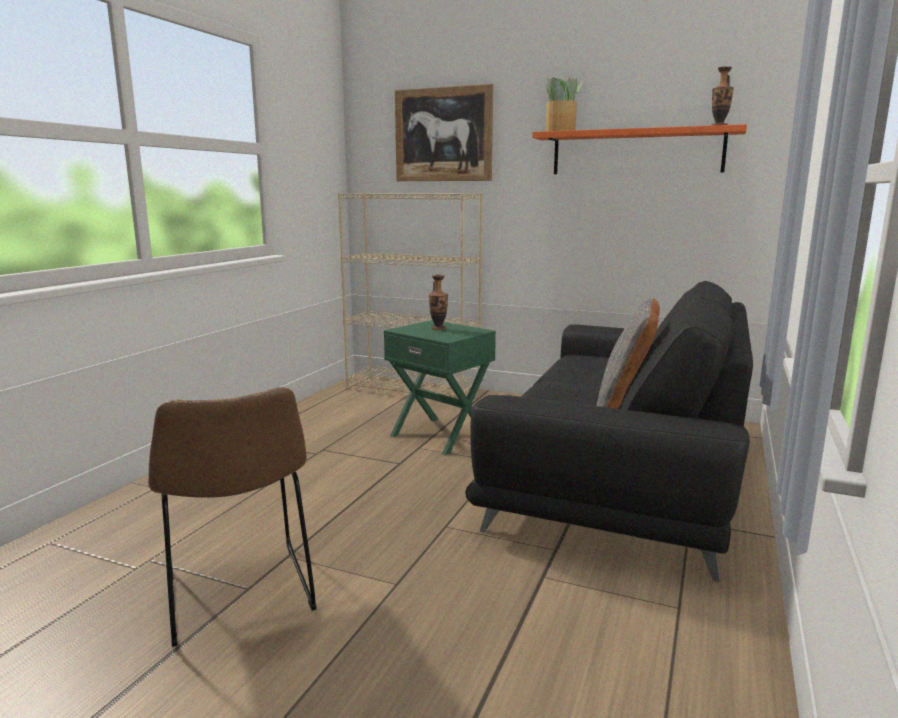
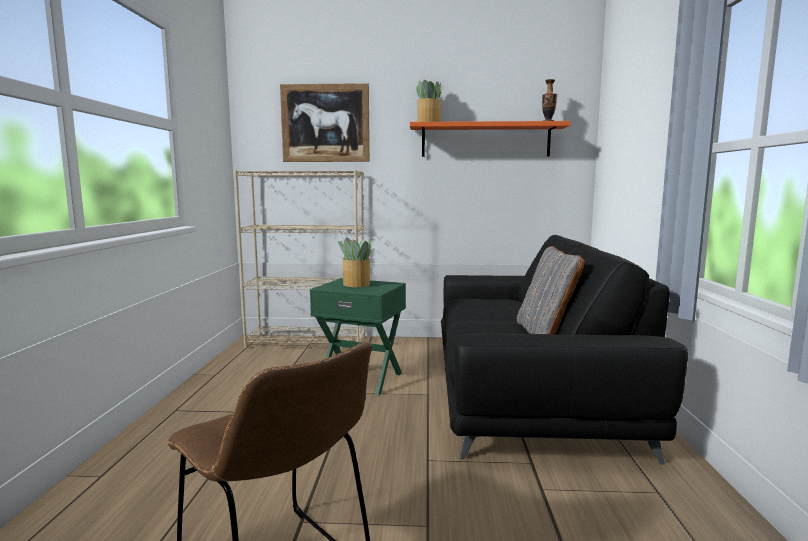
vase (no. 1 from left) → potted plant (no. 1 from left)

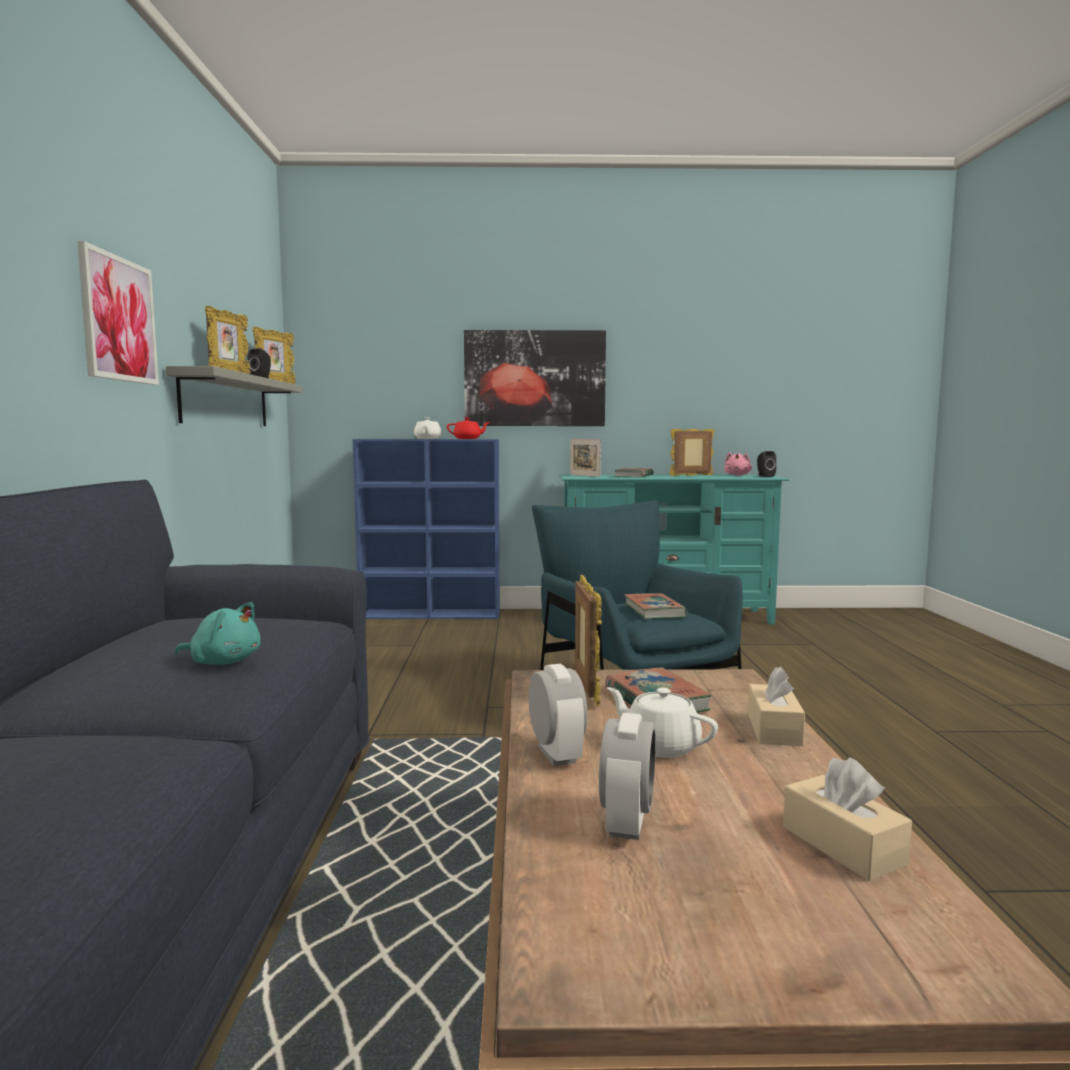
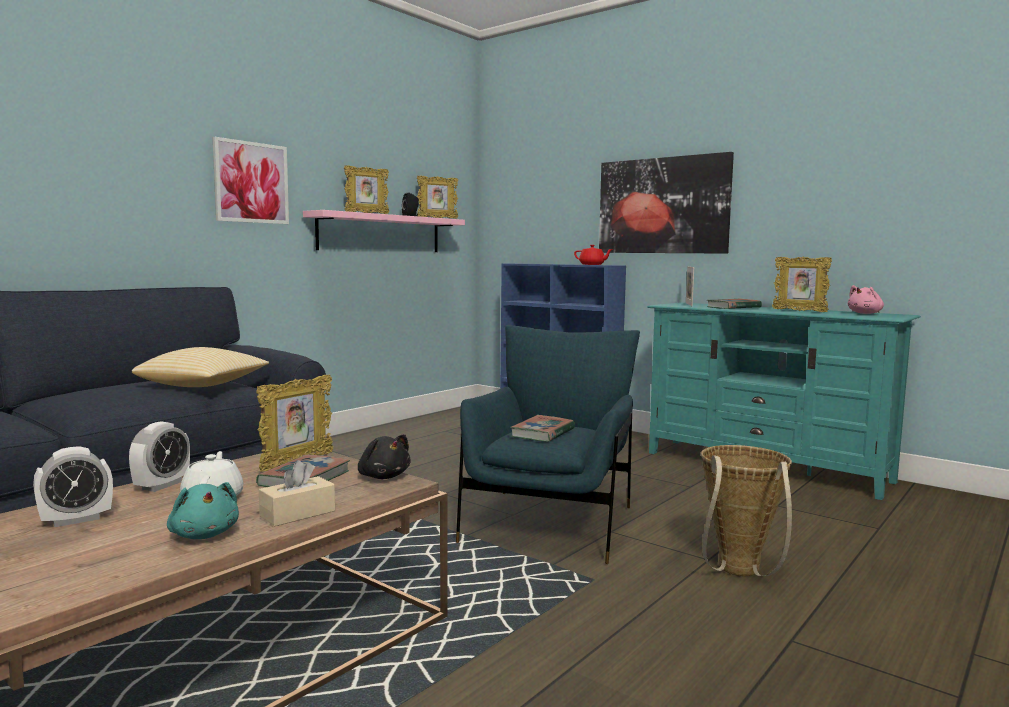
grey shelf → pink shelf
turquoise plush toy, relocated
white teapot (no. 1 from left) → -
picture frame (no. 5 from left), 150 degrees counterclockwise
black speaker (no. 2 from left) → -
beige tissue box (no. 2 from left) → -
- → pillow
- → black plush toy
- → basket

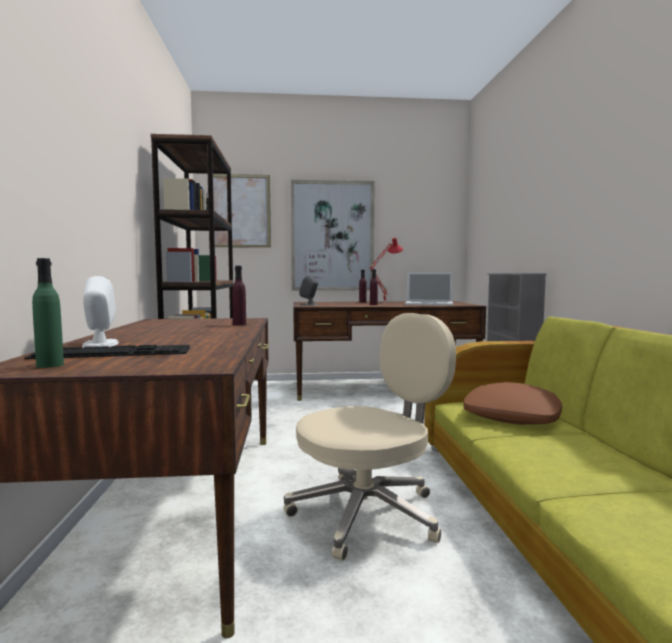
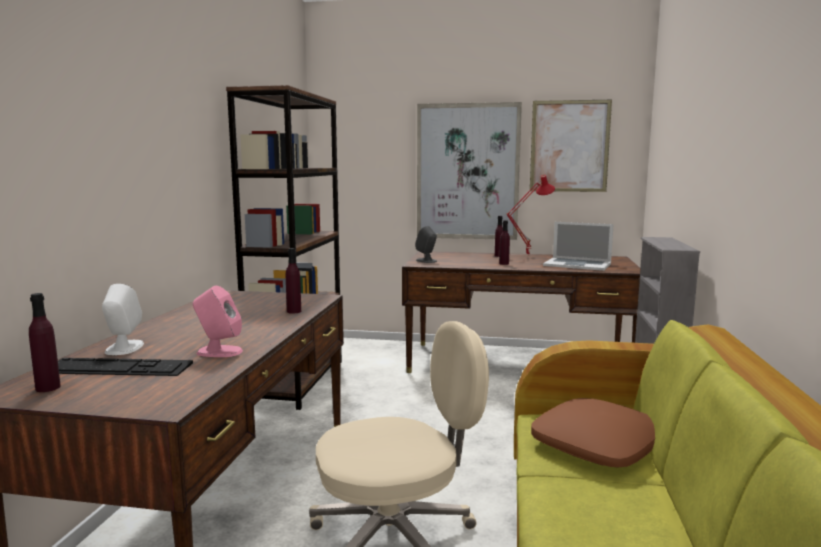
green bottle → purple bottle (no. 1 from left)
picture (no. 1 from left in the first image) → picture (no. 2 from left), relocated
- → pink speaker

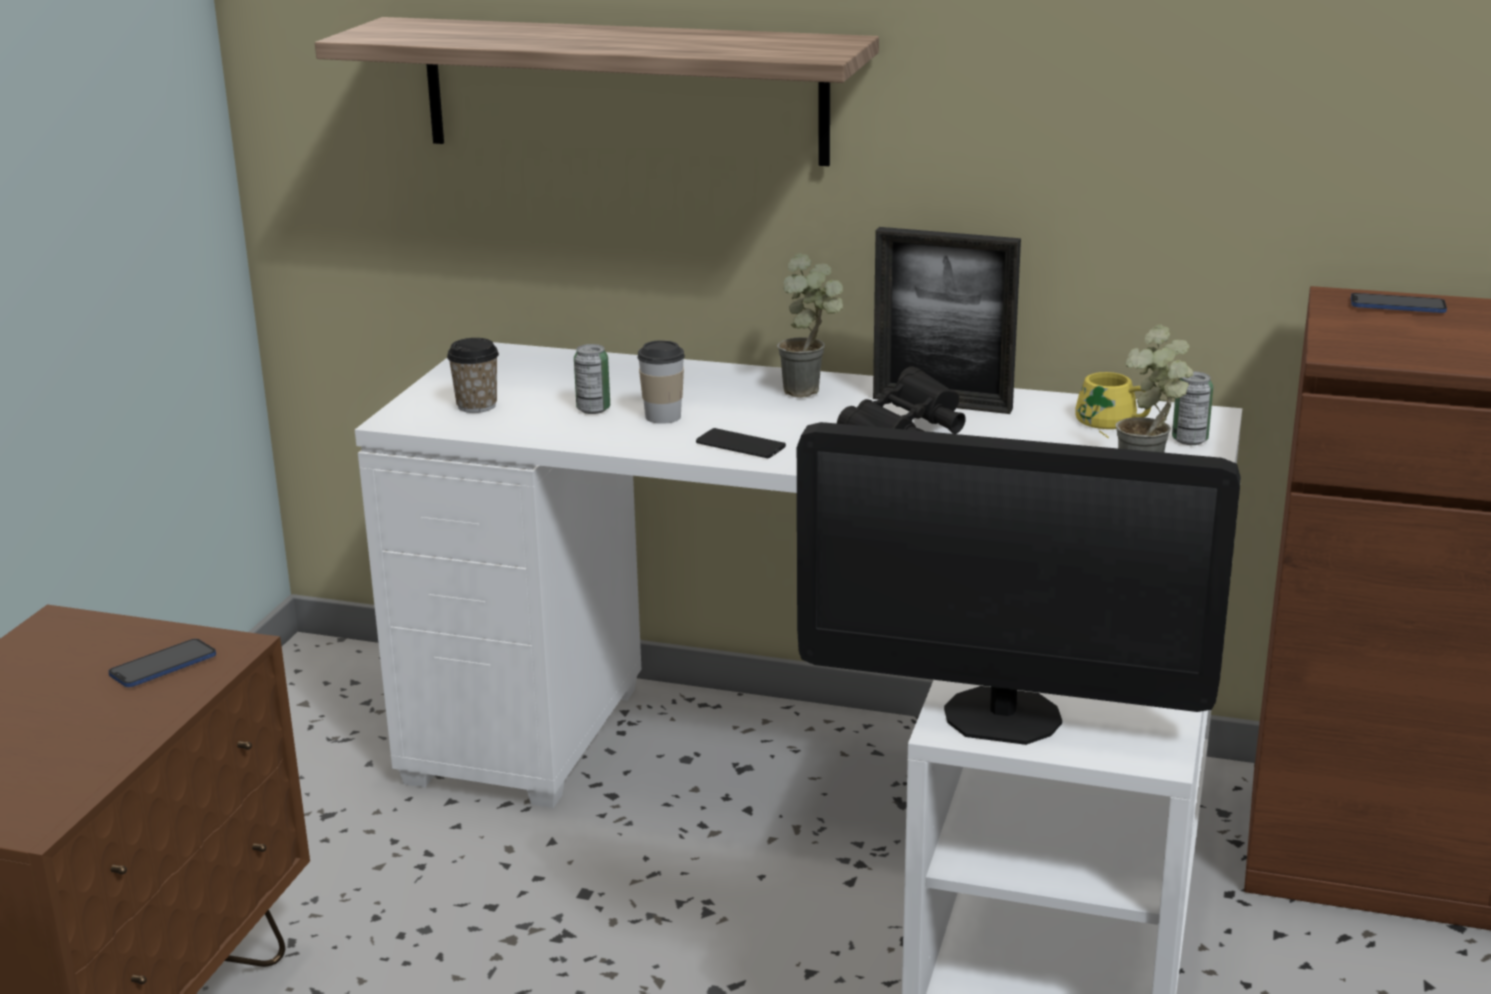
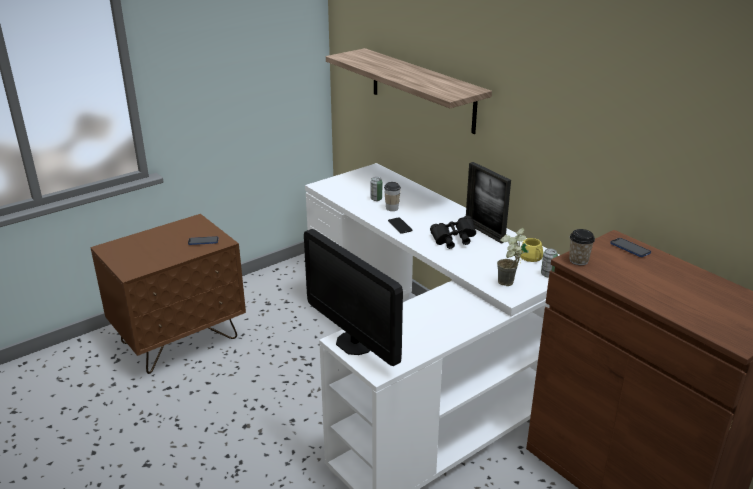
cup (no. 1 from left in the first image) → cup (no. 2 from left), relocated
potted plant (no. 1 from left) → -

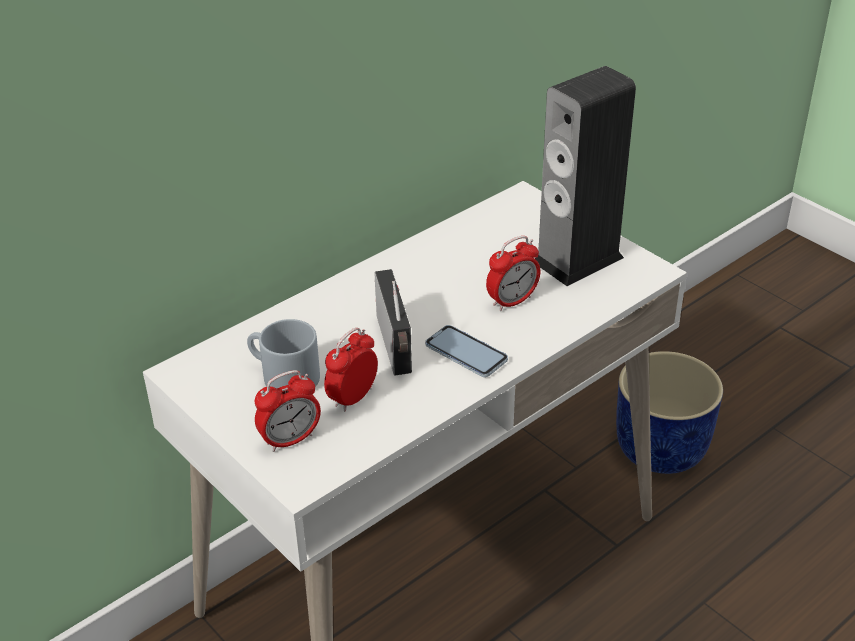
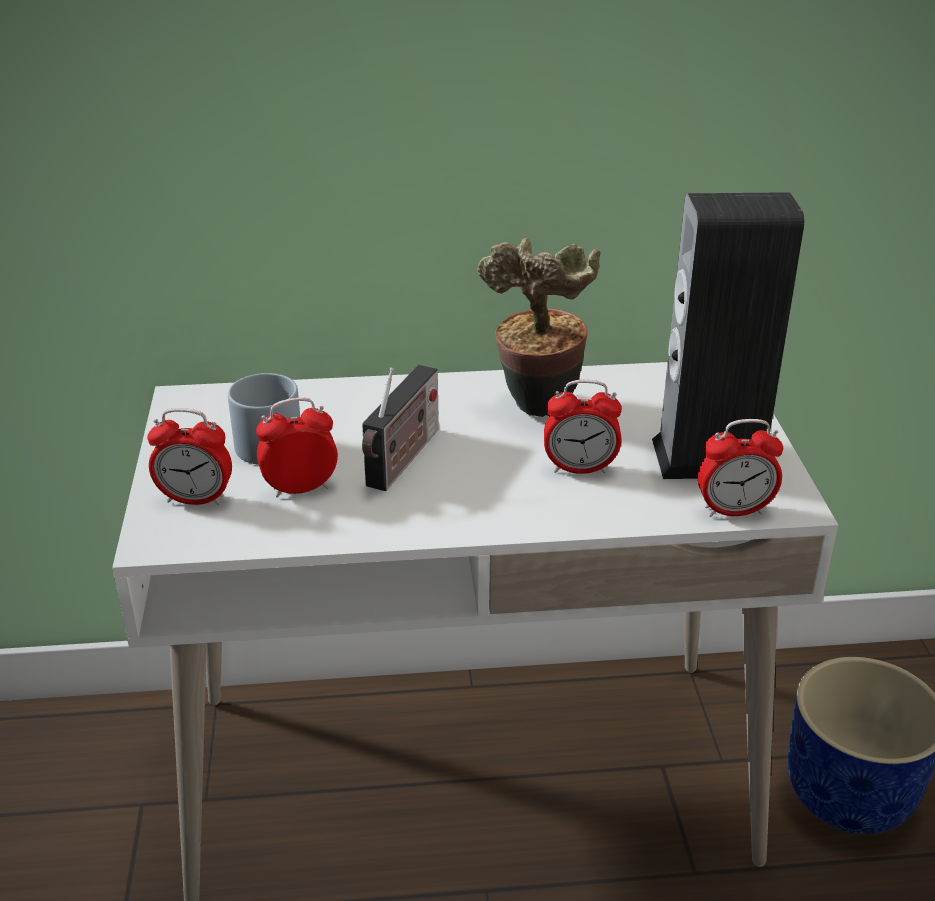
phone → -
- → potted plant
- → alarm clock (no. 4 from left)

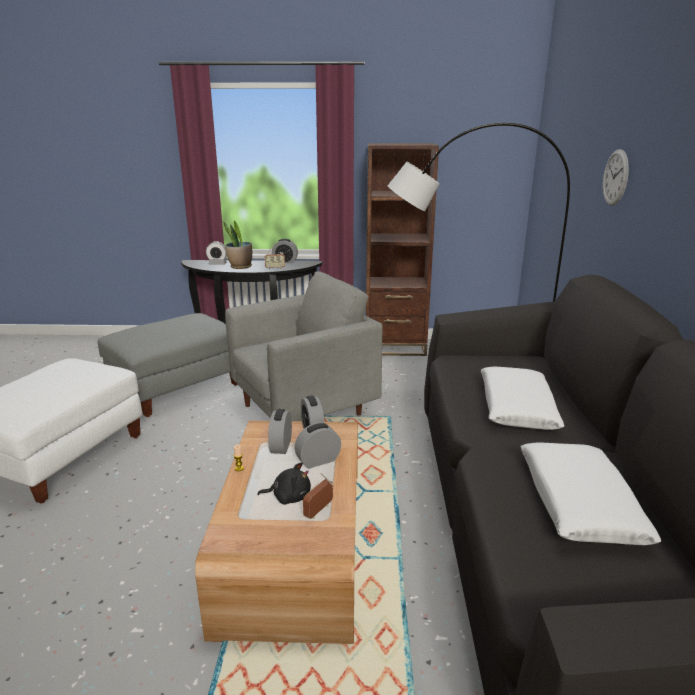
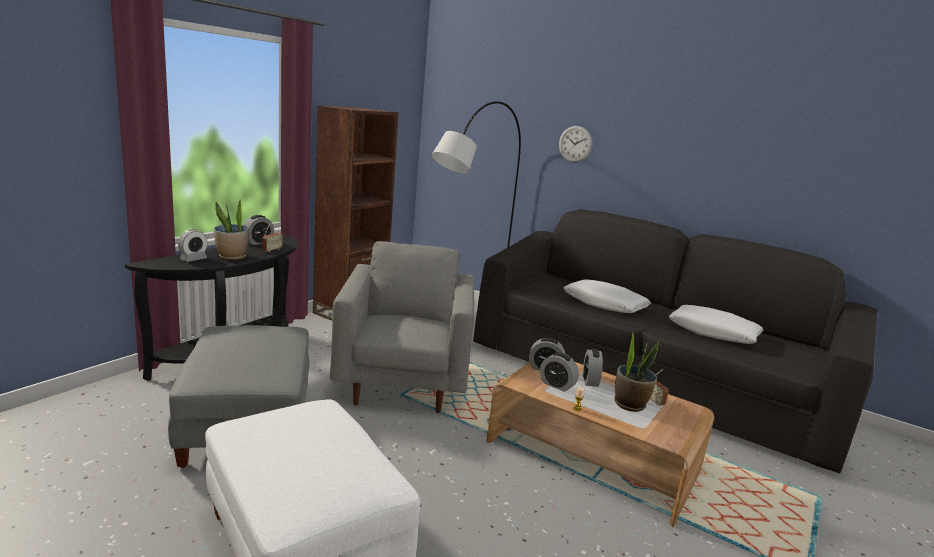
black plush toy → potted plant (no. 2 from left)

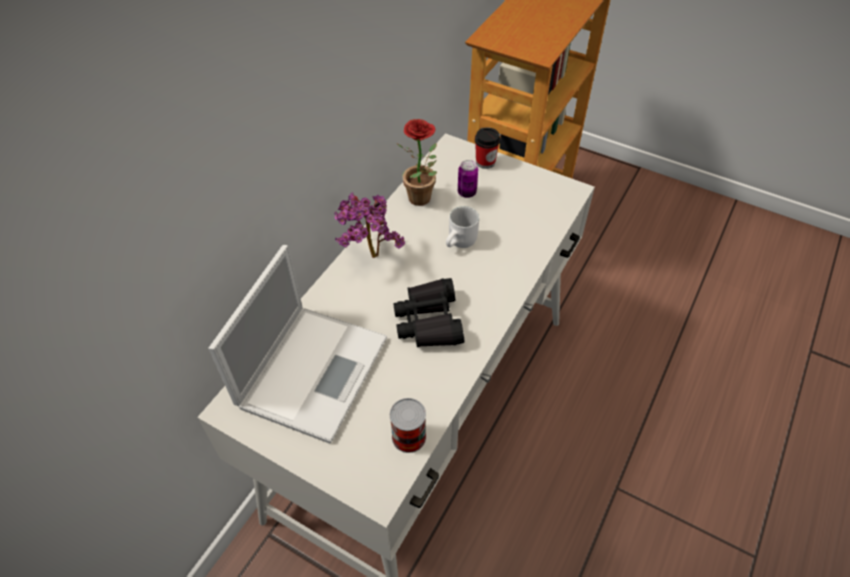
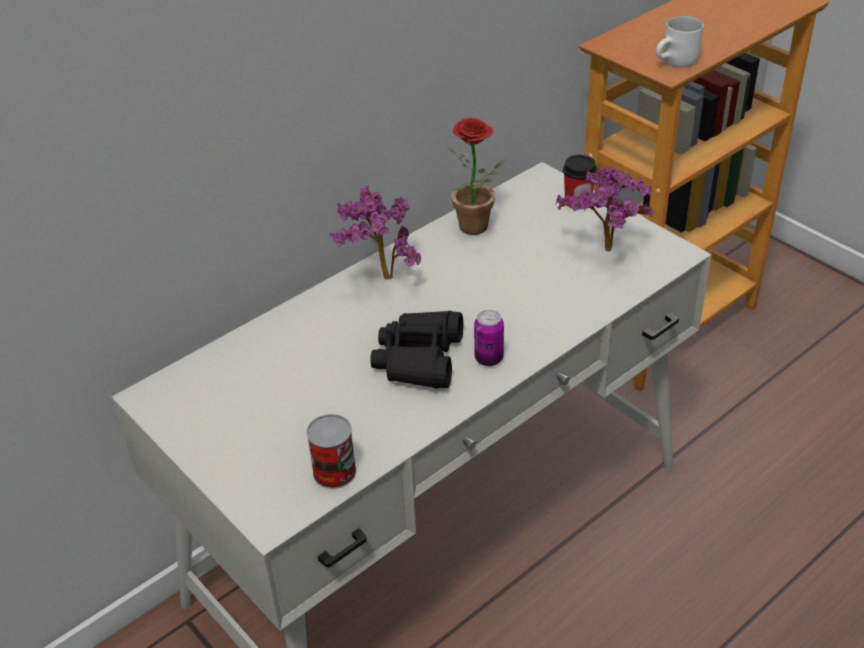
laptop → -
white mug, relocated
can (no. 2 from left), relocated
- → potted plant (no. 3 from left)

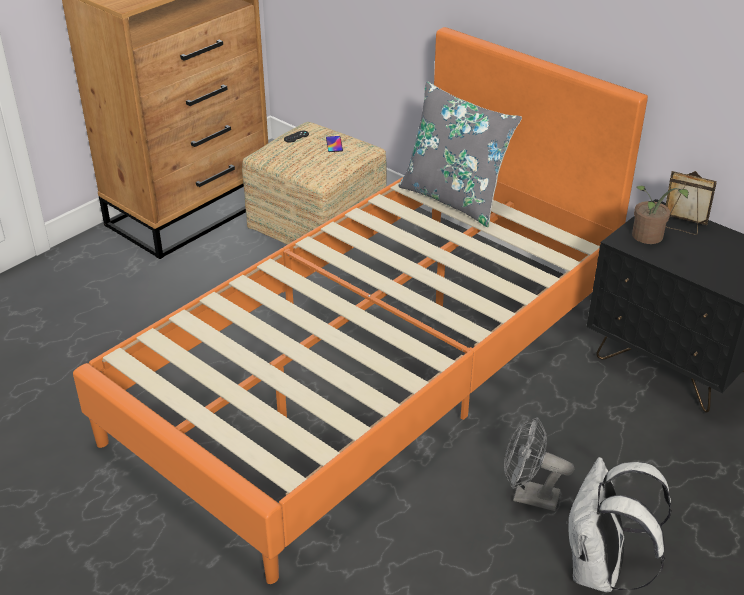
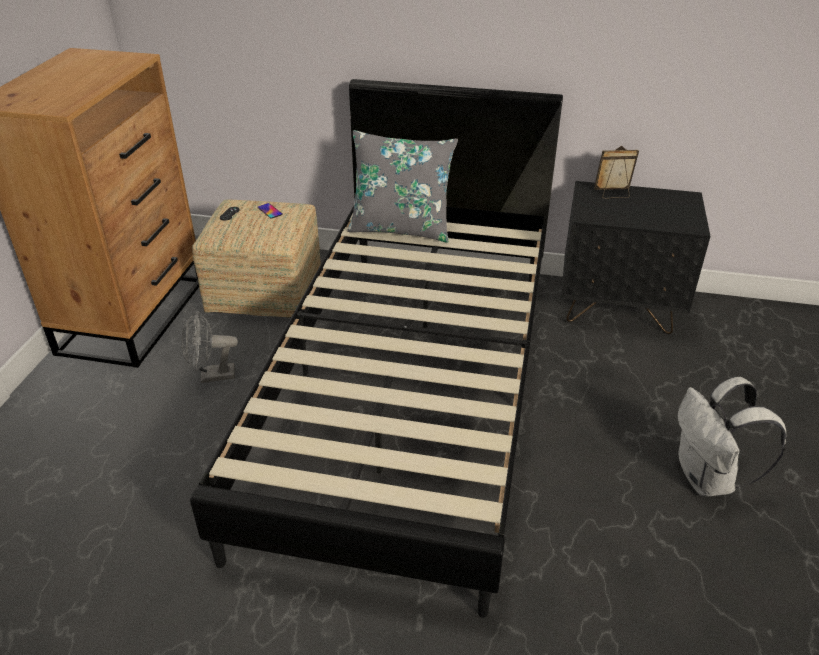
orange bed → black bed
grey fan, relocated
potted plant → -

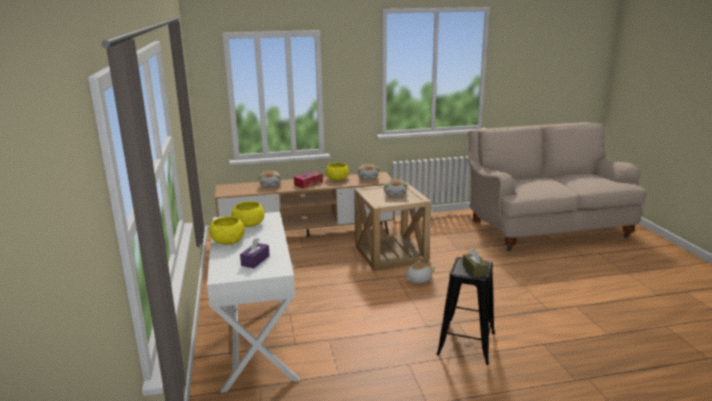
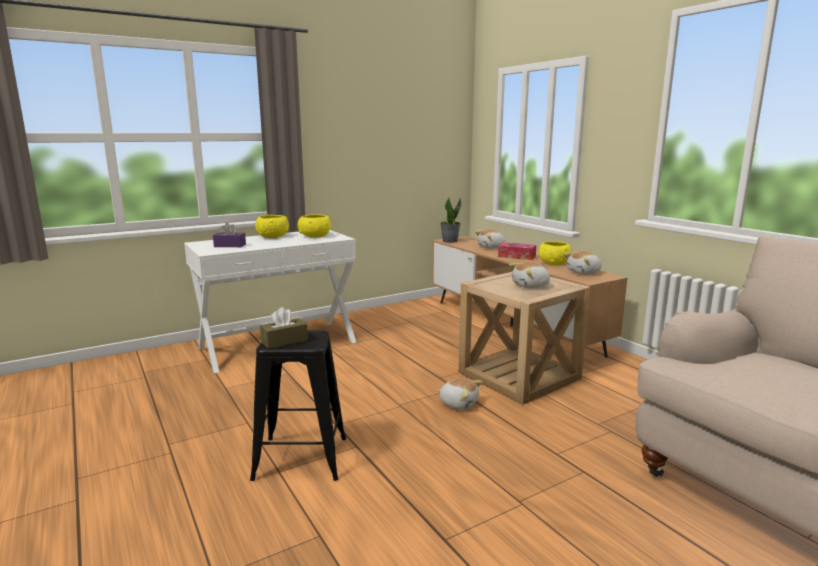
- → potted plant

